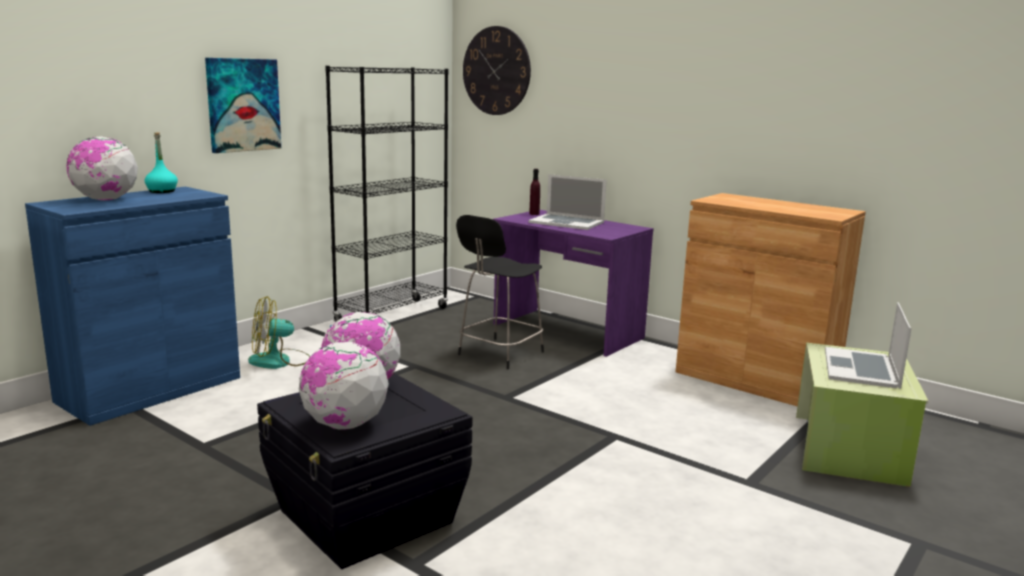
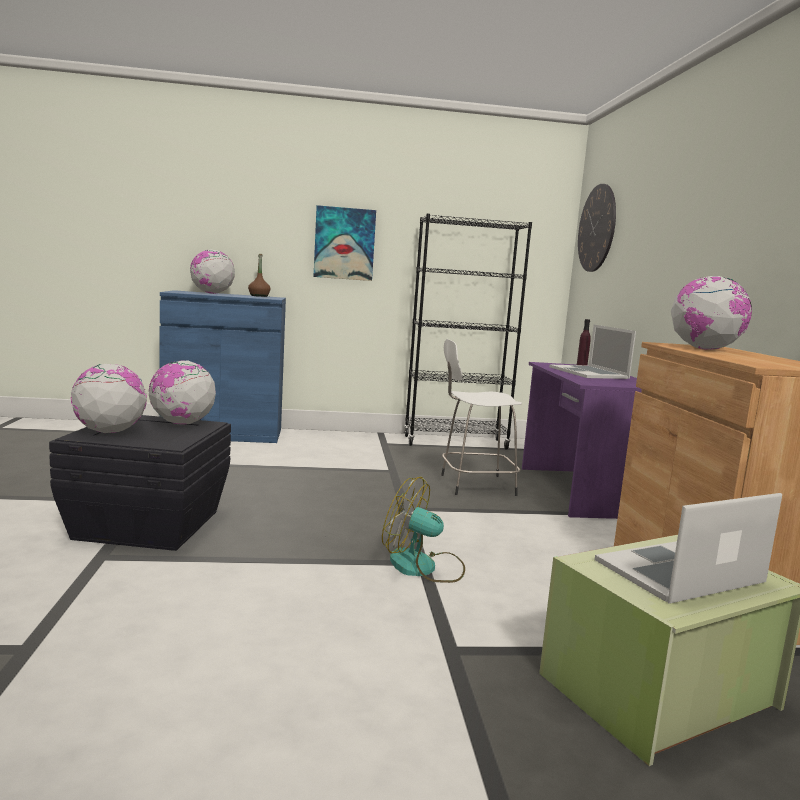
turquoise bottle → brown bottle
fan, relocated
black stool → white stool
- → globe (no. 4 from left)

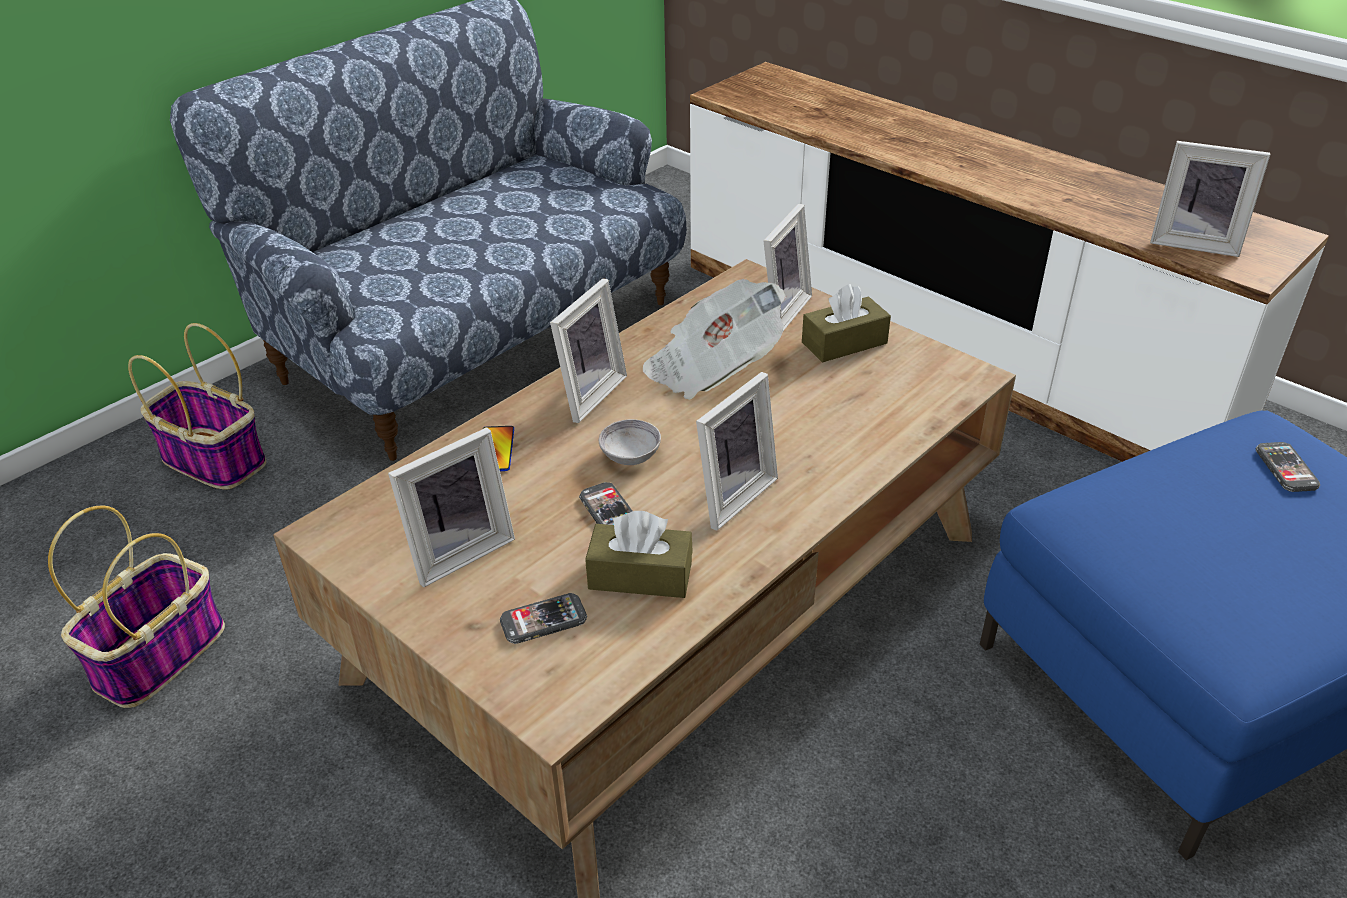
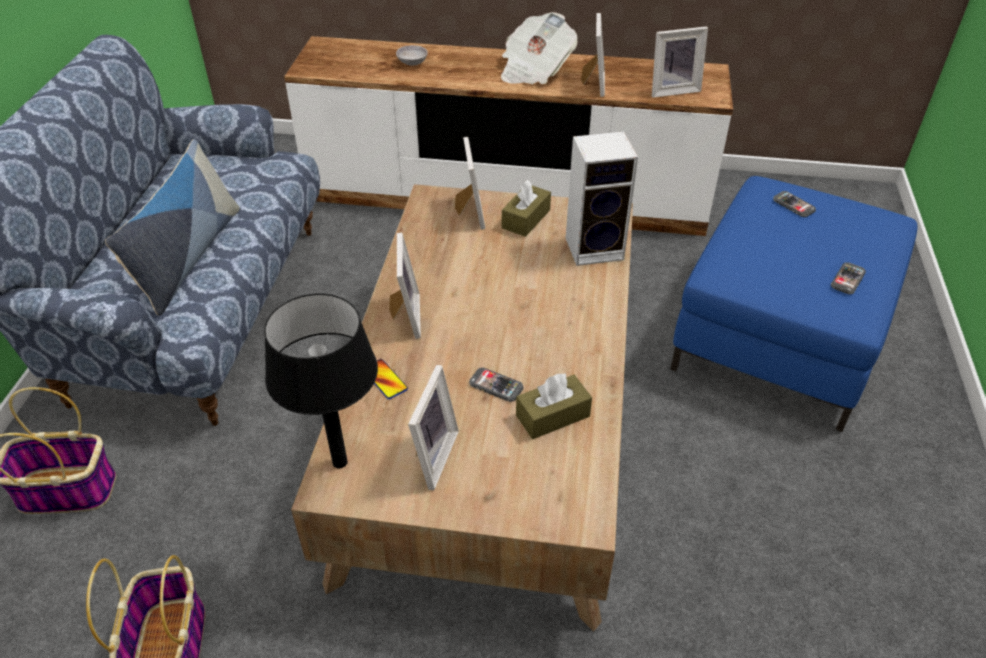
phone (no. 2 from left in the first image) → phone (no. 4 from left), relocated
grey bowl, relocated
newspaper, relocated
picture frame (no. 3 from left in the first image) → picture frame (no. 4 from left), relocated
- → pillow
- → black table lamp
- → speaker

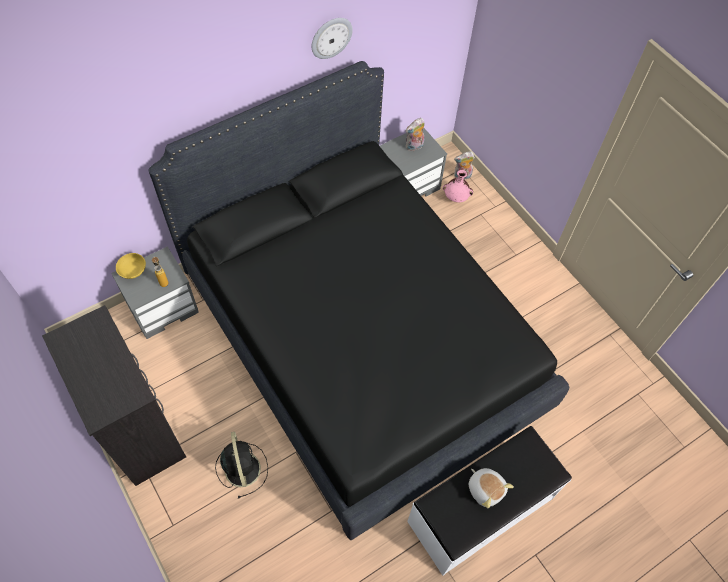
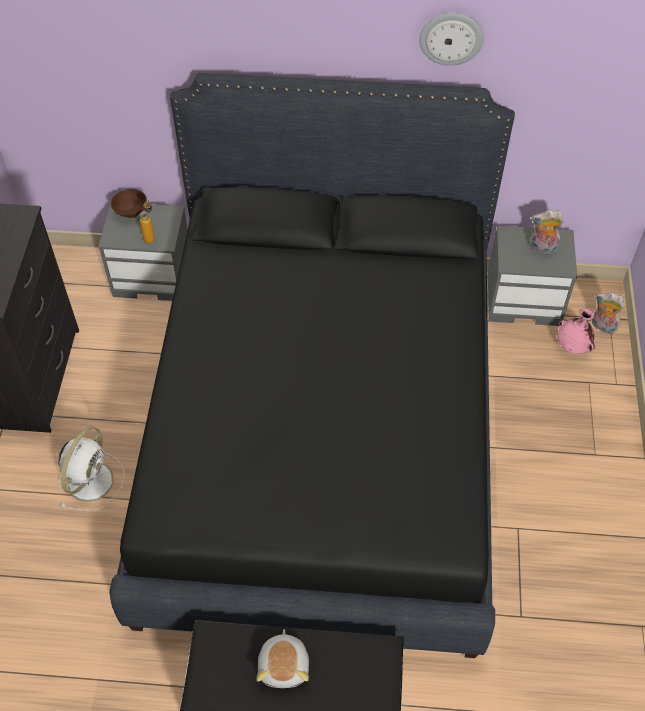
yellow bowl → brown bowl
black fan → white fan

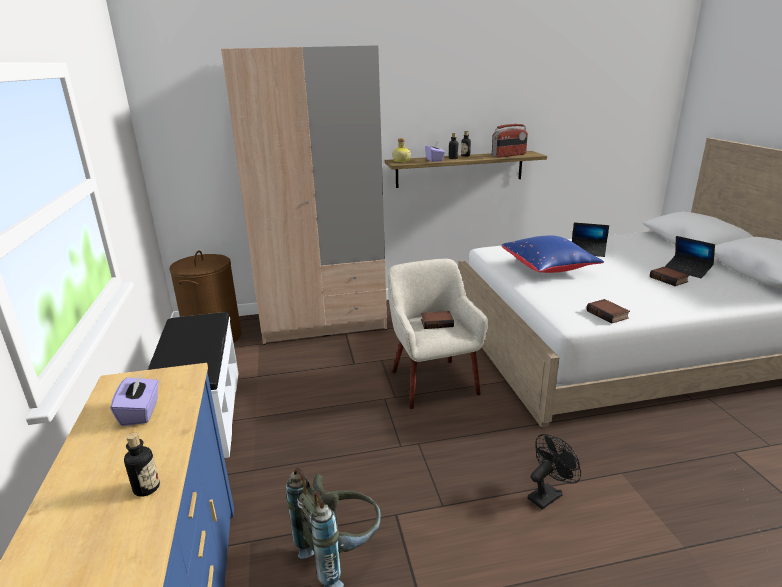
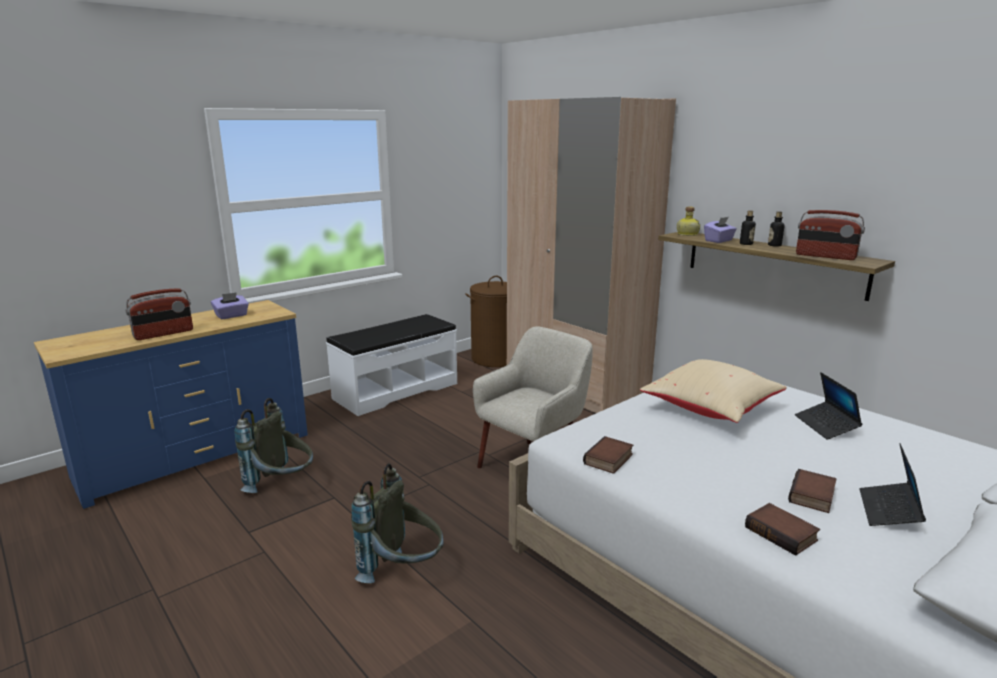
bottle (no. 1 from left) → radio (no. 1 from left)
book (no. 1 from left in the first image) → book (no. 2 from left), relocated
blue pillow → beige pillow
black fan → grey backpack (no. 2 from left)

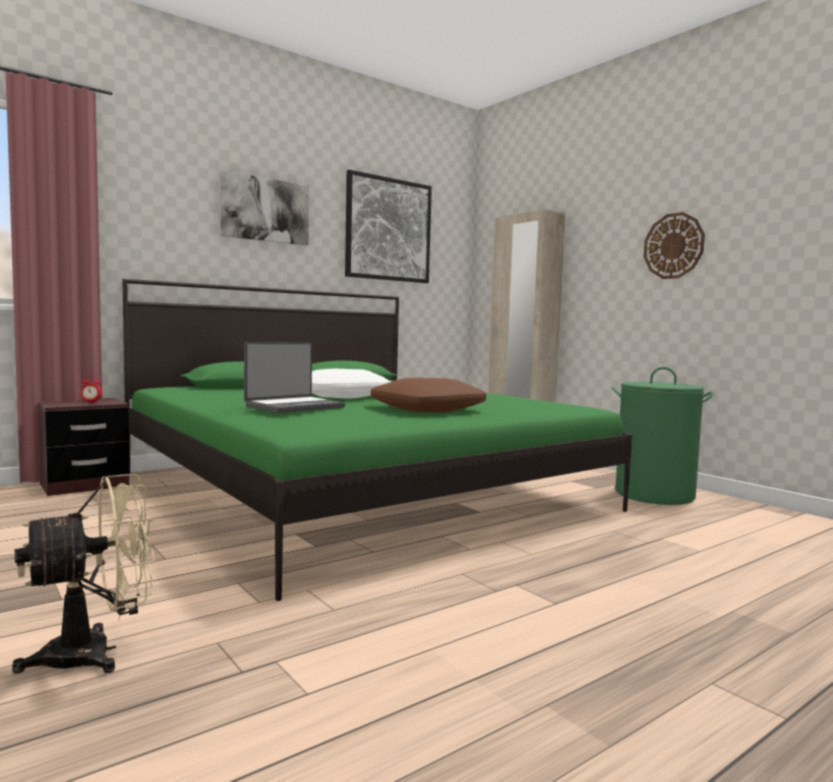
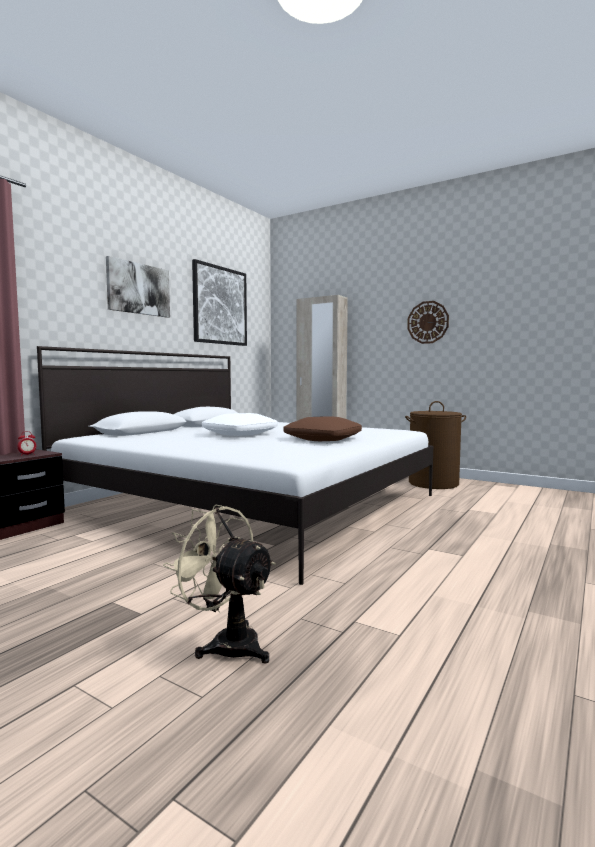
beige fan, 90 degrees counterclockwise
green bed → white bed
laptop → -
green laundry basket → brown laundry basket

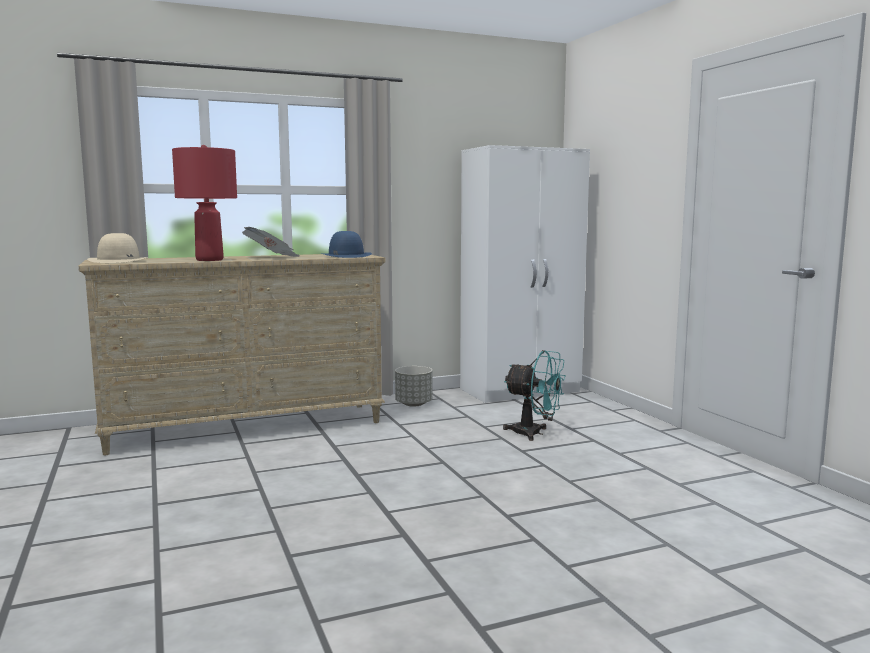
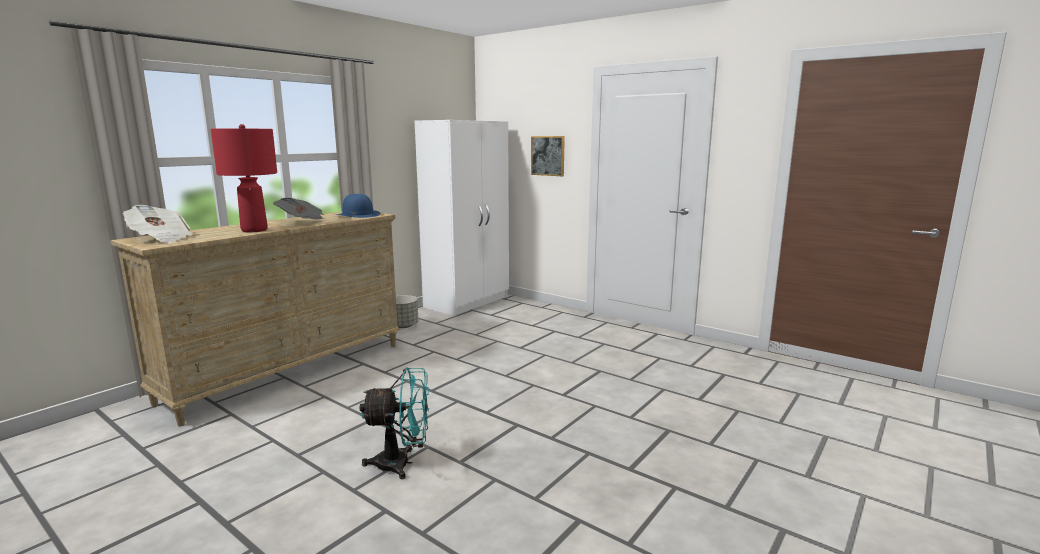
beige hat → newspaper (no. 1 from left)
turquoise fan, relocated
- → picture

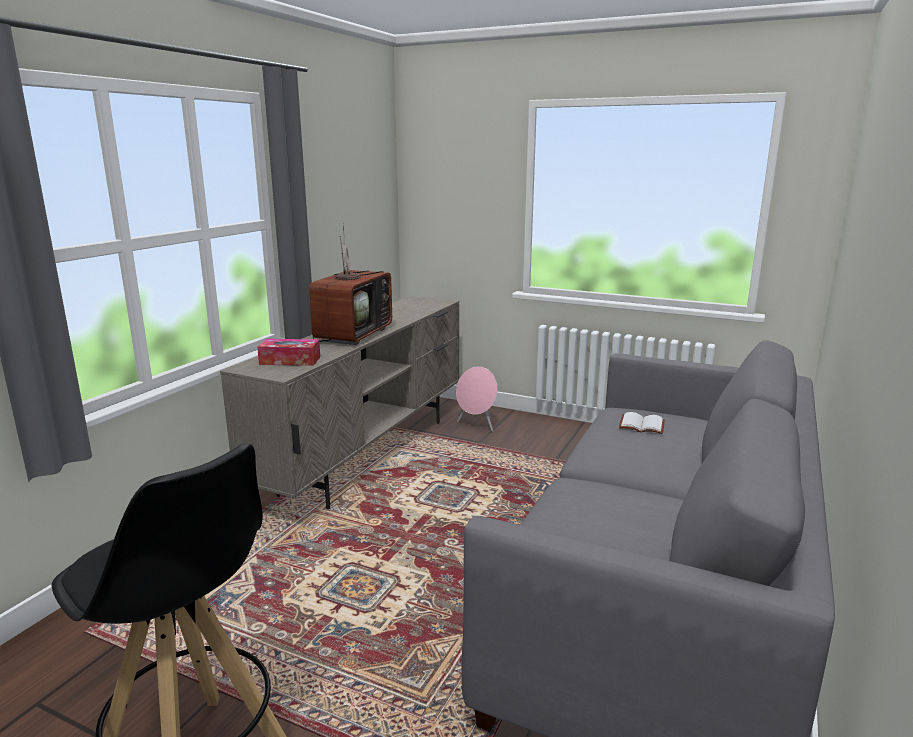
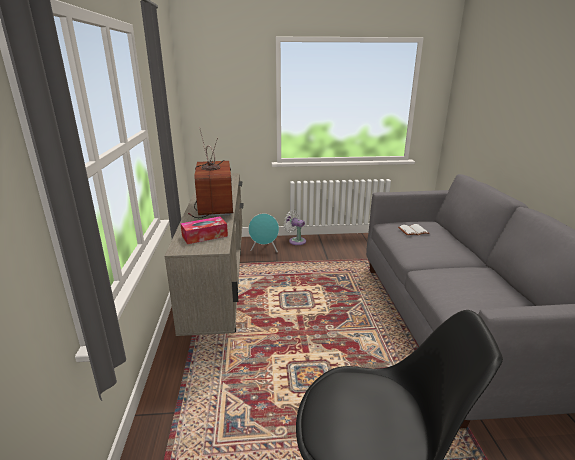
pink speaker → turquoise speaker
- → white fan

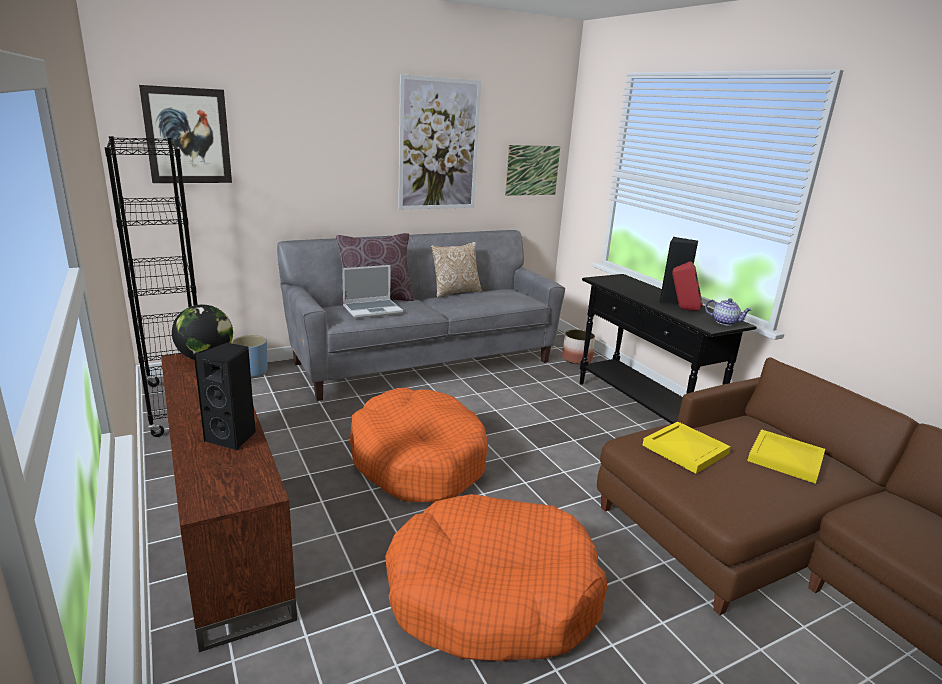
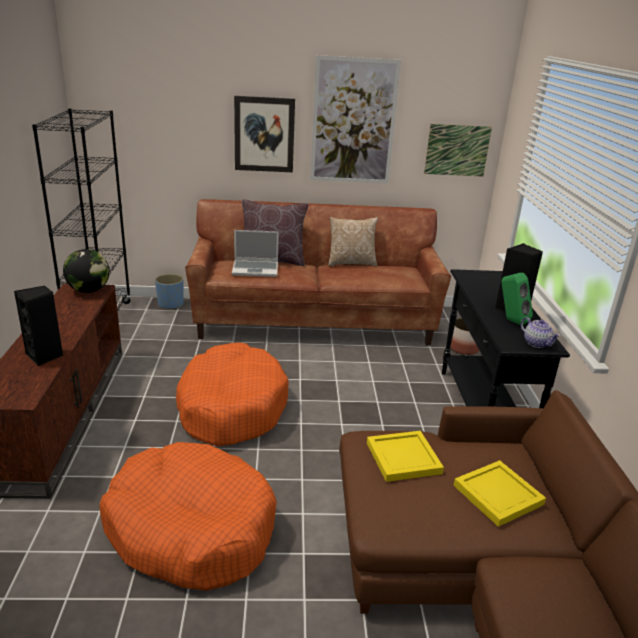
picture (no. 1 from left), relocated
grey sofa → brown sofa (no. 1 from left)
red speaker → green speaker

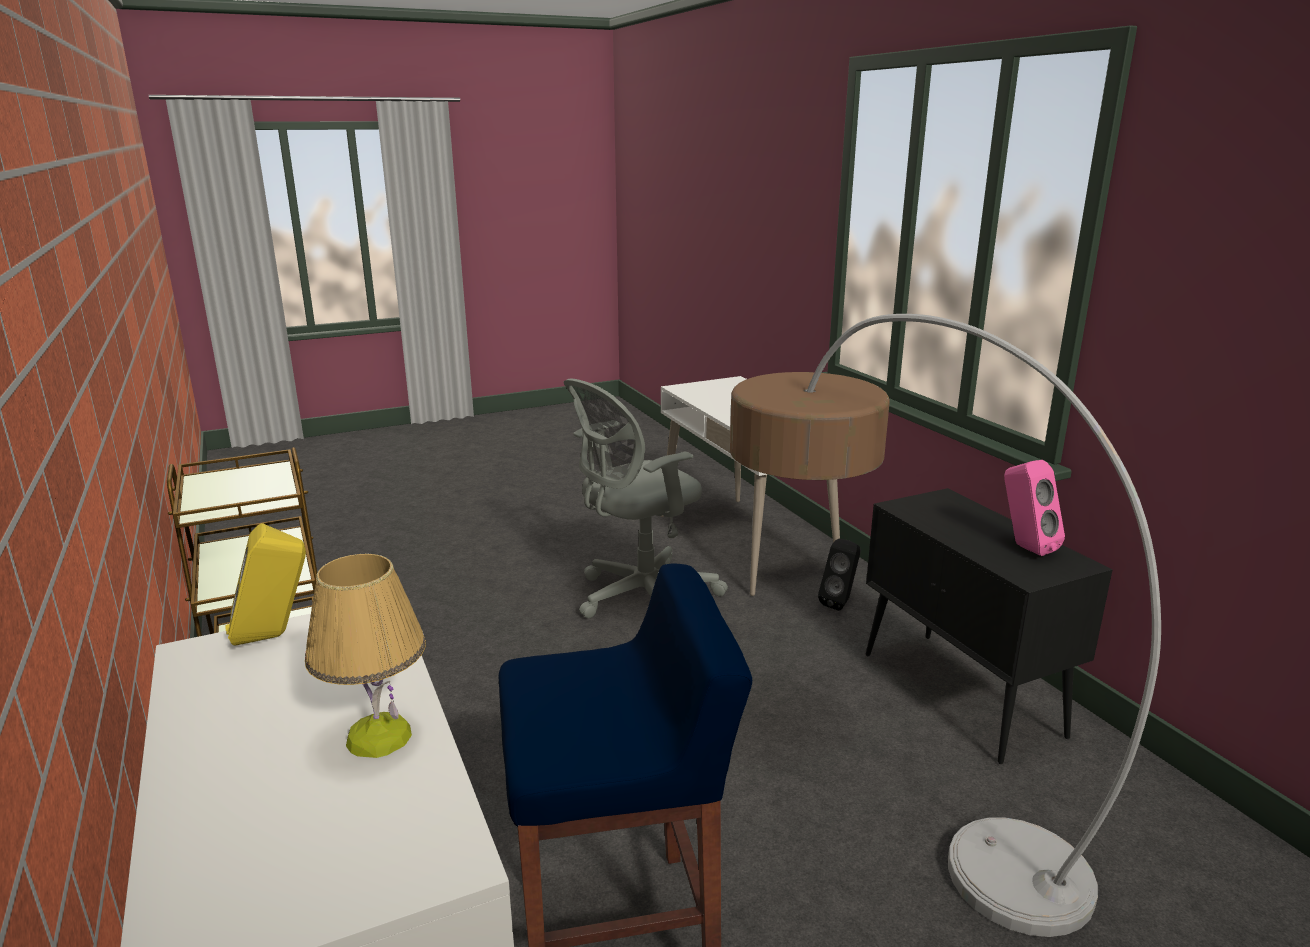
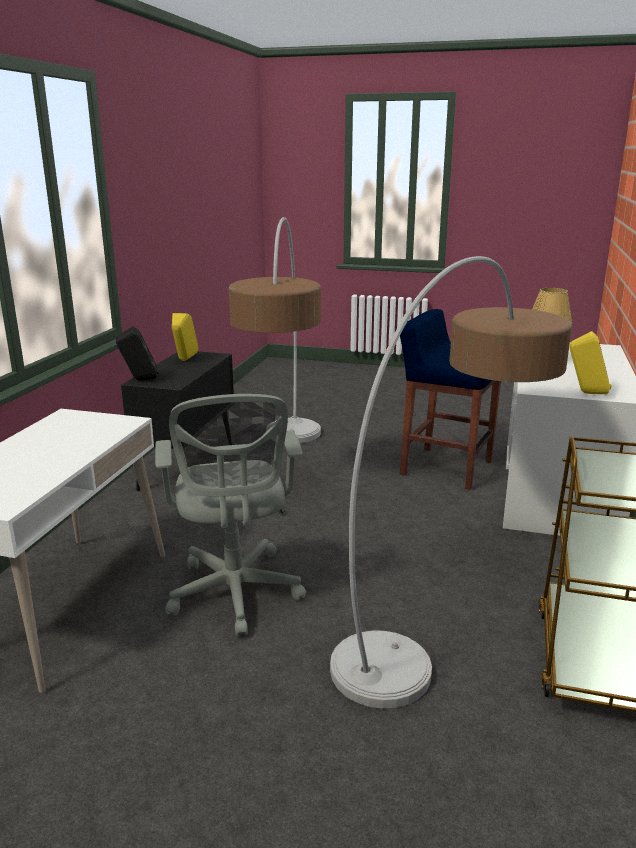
grey office chair, 75 degrees clockwise
black speaker, relocated
pink speaker → yellow speaker (no. 1 from left)
- → floor lamp (no. 2 from left)

